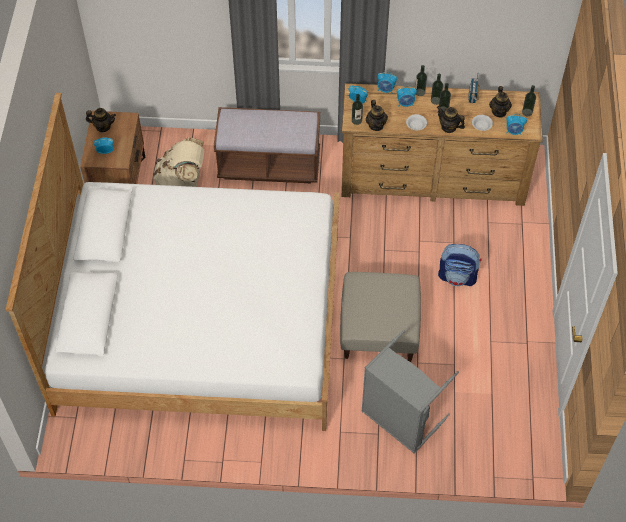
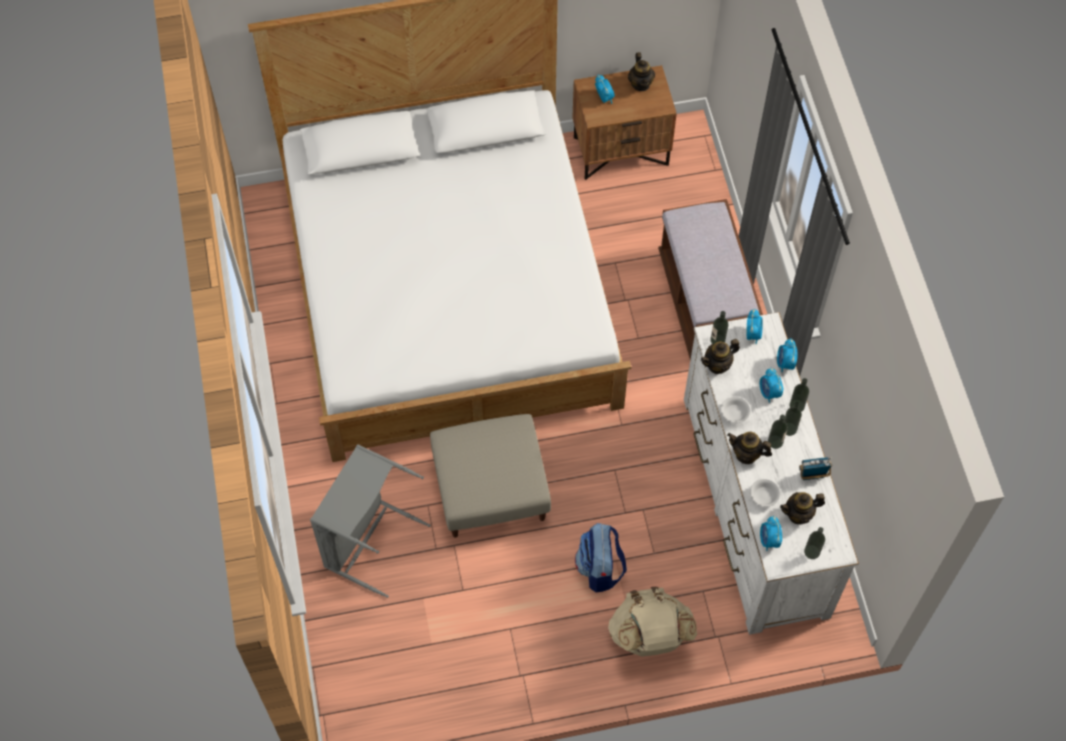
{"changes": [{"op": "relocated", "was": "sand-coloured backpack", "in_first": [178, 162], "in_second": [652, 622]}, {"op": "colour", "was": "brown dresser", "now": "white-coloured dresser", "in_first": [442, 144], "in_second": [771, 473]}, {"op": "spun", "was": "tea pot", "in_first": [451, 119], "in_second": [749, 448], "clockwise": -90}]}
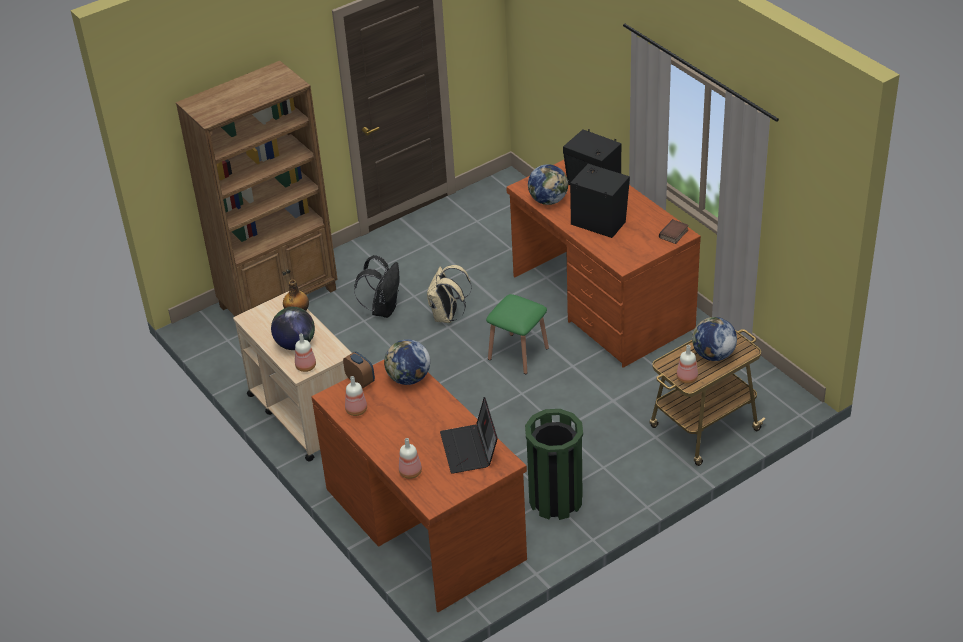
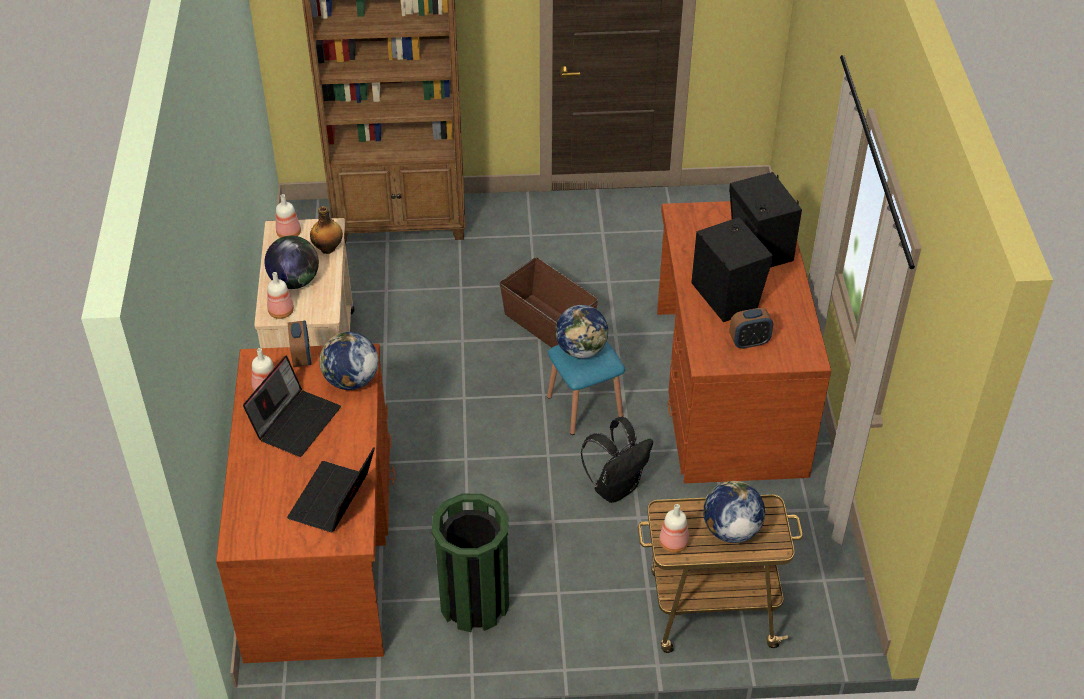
{"changes": [{"op": "relocated", "was": "blackish backpack", "in_first": [377, 286], "in_second": [617, 460]}, {"op": "relocated", "was": "beverage bottle", "in_first": [410, 458], "in_second": [288, 216]}, {"op": "exchanged", "was": "sand-coloured backpack", "now": "brown storage bin", "in_first": [449, 294], "in_second": [548, 302]}, {"op": "colour", "was": "green-coloured sitting stool", "now": "bluish sitting stool", "in_first": [517, 334], "in_second": [586, 388]}, {"op": "relocated", "was": "desk globe", "in_first": [548, 184], "in_second": [581, 331]}, {"op": "missing", "was": "bound book", "in_first": [674, 231]}, {"op": "appeared", "now": "portable computer", "in_second": [292, 406]}, {"op": "appeared", "now": "alarm clock", "in_second": [751, 328]}]}
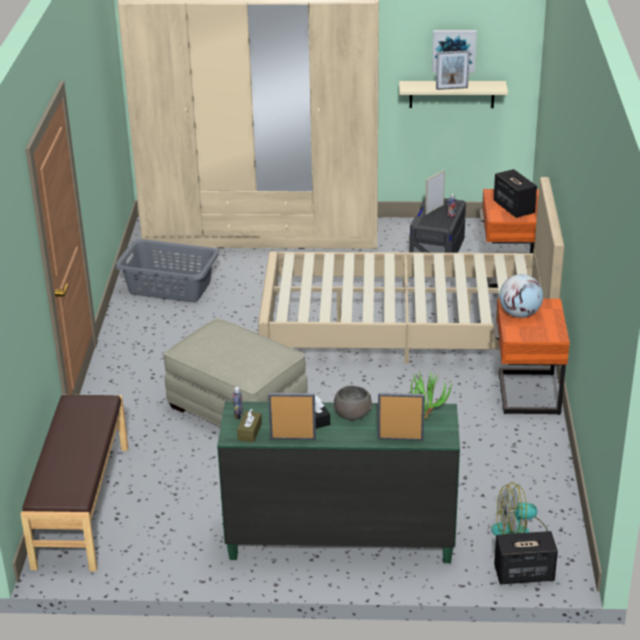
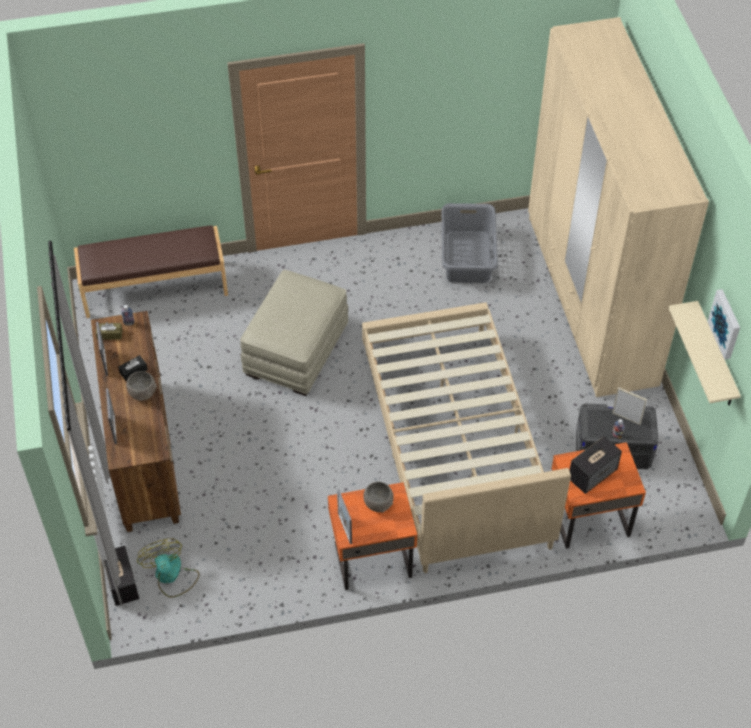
{"changes": [{"op": "colour", "was": "green-coloured dresser", "now": "brown dresser", "in_first": [338, 482], "in_second": [136, 421]}, {"op": "missing", "was": "potted plant", "in_first": [431, 395]}, {"op": "relocated", "was": "picture frame", "in_first": [453, 70], "in_second": [344, 516]}, {"op": "exchanged", "was": "desk globe", "now": "greyish serving bowl", "in_first": [521, 296], "in_second": [378, 497]}]}
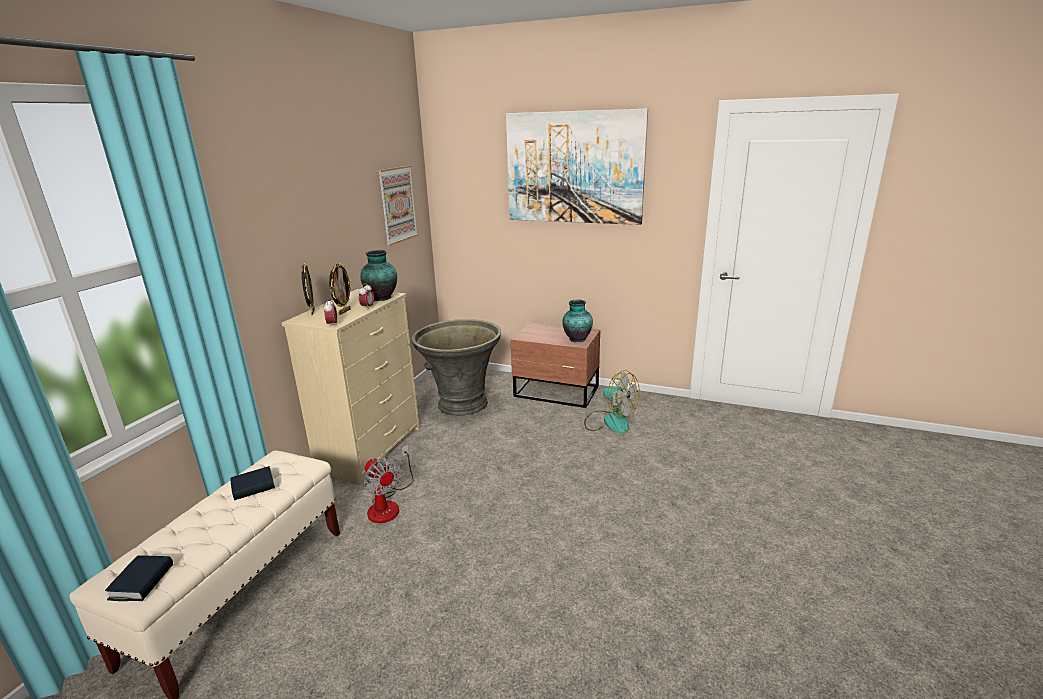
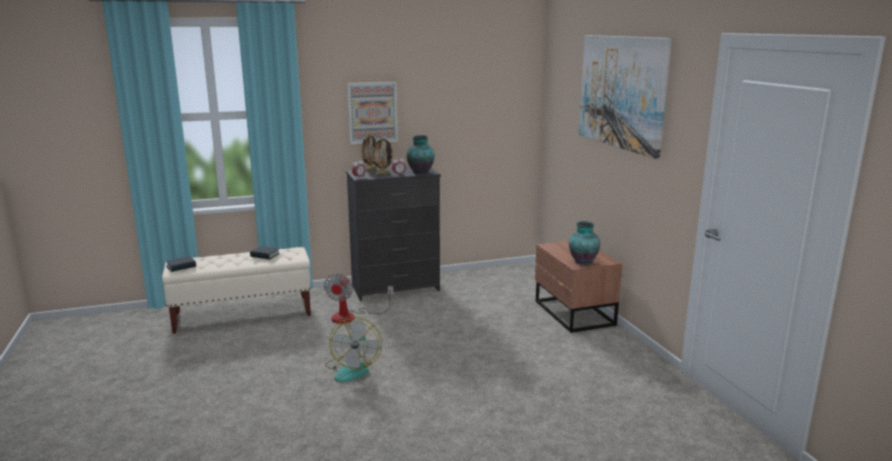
{"changes": [{"op": "colour", "was": "sand-coloured dresser", "now": "blackish dresser", "in_first": [351, 386], "in_second": [393, 233]}, {"op": "relocated", "was": "picture", "in_first": [398, 205], "in_second": [372, 112]}, {"op": "missing", "was": "greyish planter", "in_first": [456, 367]}, {"op": "relocated", "was": "cooling fan", "in_first": [612, 401], "in_second": [353, 349]}]}
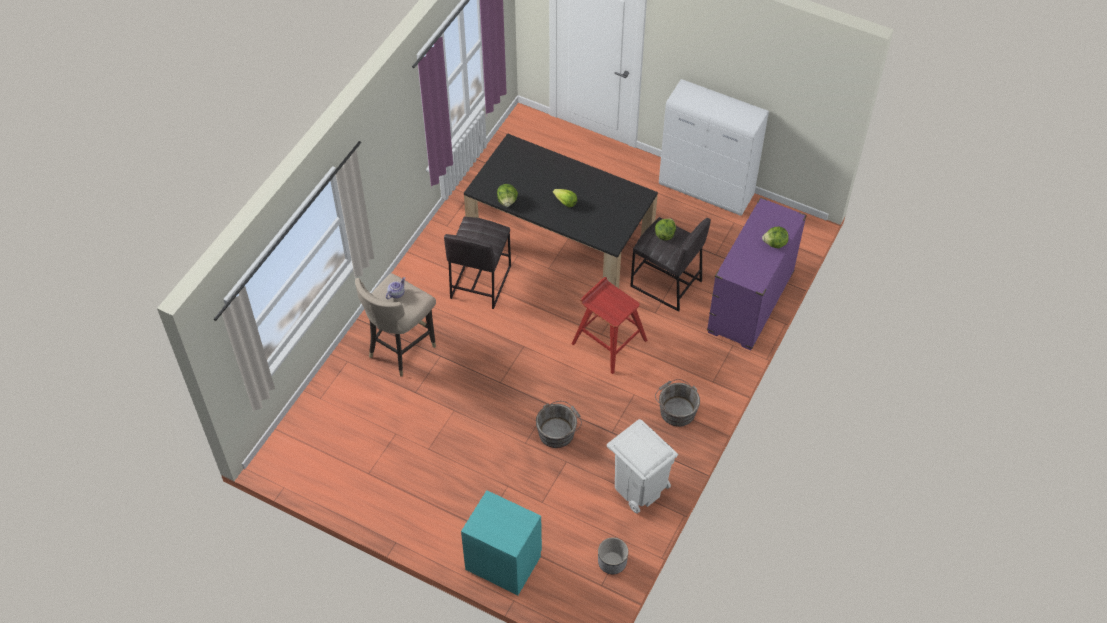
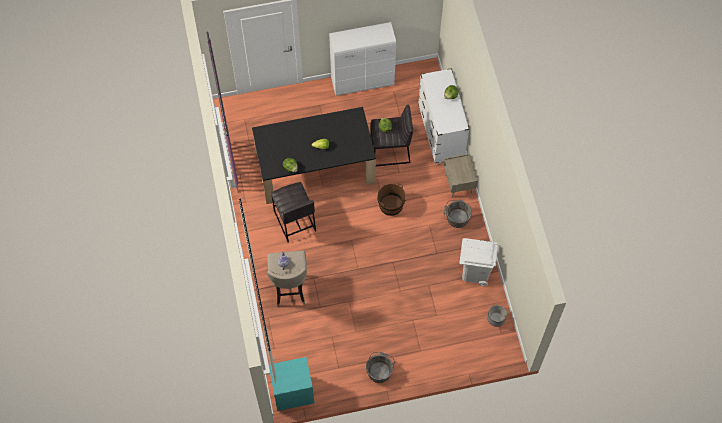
{"changes": [{"op": "relocated", "was": "turquoise-coloured night table", "in_first": [501, 542], "in_second": [291, 384]}, {"op": "relocated", "was": "greyish water bucket", "in_first": [559, 424], "in_second": [380, 367]}, {"op": "exchanged", "was": "reddish sitting stool", "now": "brown water bucket", "in_first": [609, 325], "in_second": [391, 199]}, {"op": "colour", "was": "purplish dresser", "now": "white-coloured dresser", "in_first": [757, 273], "in_second": [444, 116]}, {"op": "appeared", "now": "sand-coloured night table", "in_second": [461, 175]}]}
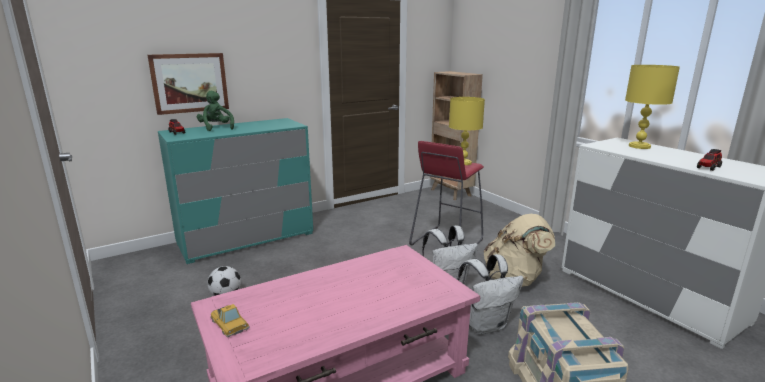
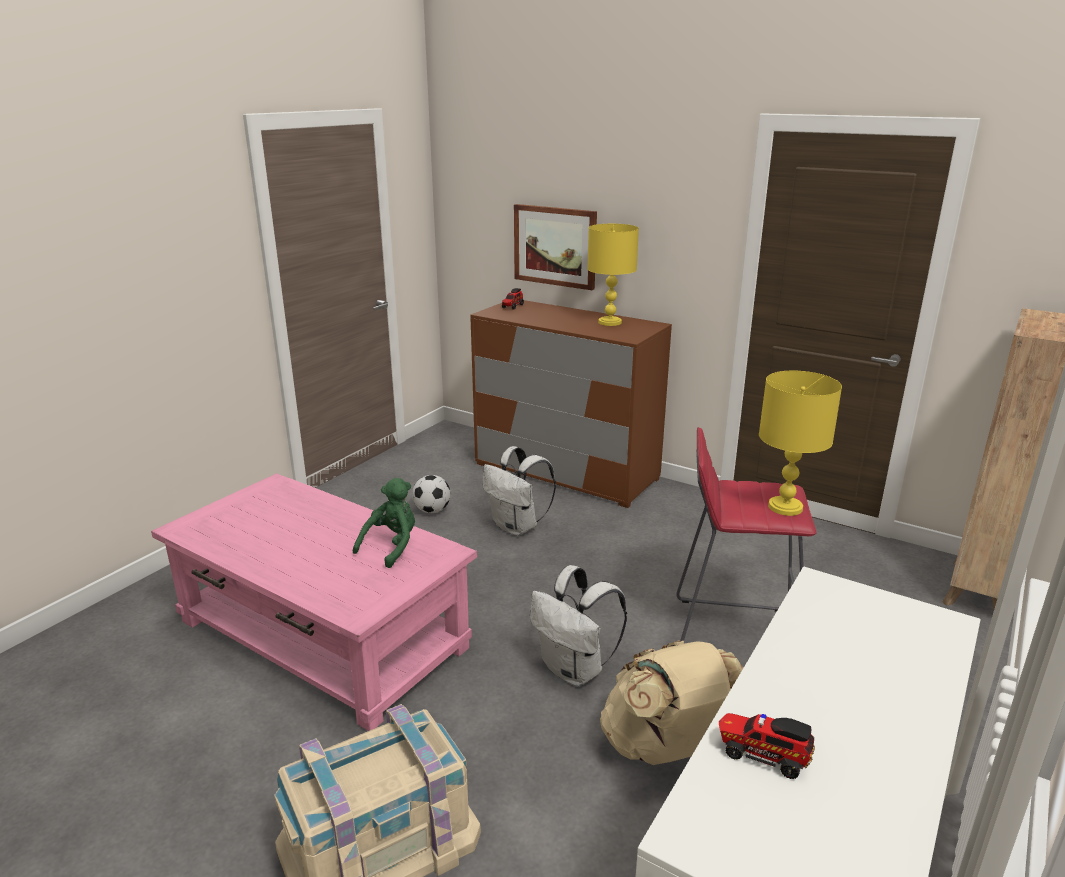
{"changes": [{"op": "colour", "was": "turquoise-coloured dresser", "now": "brown dresser", "in_first": [235, 191], "in_second": [571, 404]}, {"op": "relocated", "was": "green-coloured soft toy", "in_first": [215, 111], "in_second": [384, 523]}, {"op": "missing", "was": "model car", "in_first": [230, 320]}, {"op": "relocated", "was": "white-coloured backpack", "in_first": [490, 294], "in_second": [519, 491]}, {"op": "relocated", "was": "yellow lamp for a table", "in_first": [652, 107], "in_second": [613, 275]}]}
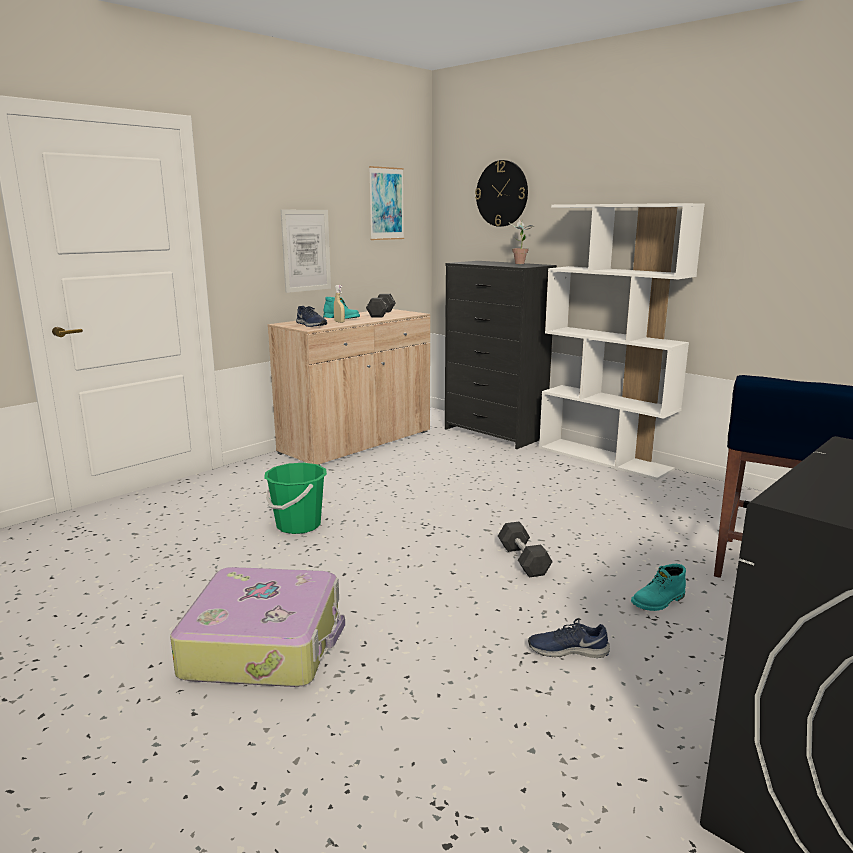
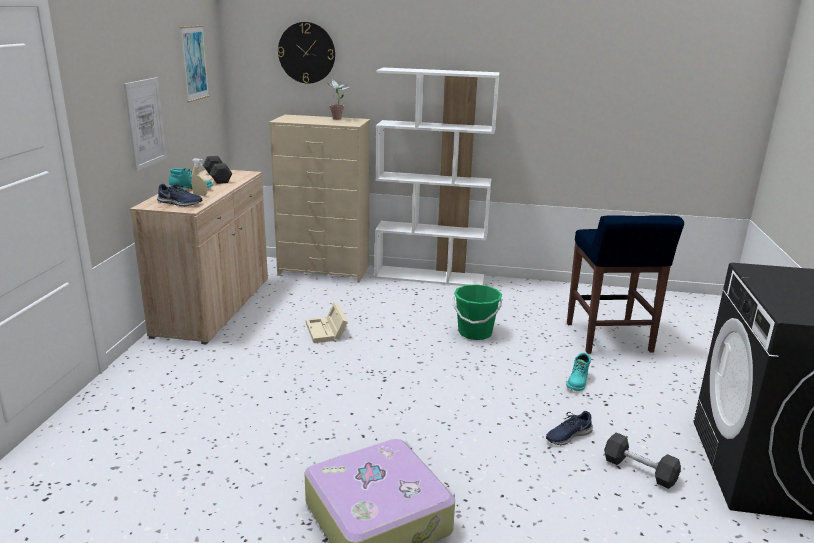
{"changes": [{"op": "relocated", "was": "green-coloured water bucket", "in_first": [295, 498], "in_second": [477, 312]}, {"op": "colour", "was": "blackish dresser", "now": "sand-coloured dresser", "in_first": [501, 355], "in_second": [319, 199]}, {"op": "relocated", "was": "blackish dumbbell", "in_first": [525, 549], "in_second": [642, 460]}, {"op": "appeared", "now": "sand-coloured storage bin", "in_second": [327, 322]}]}
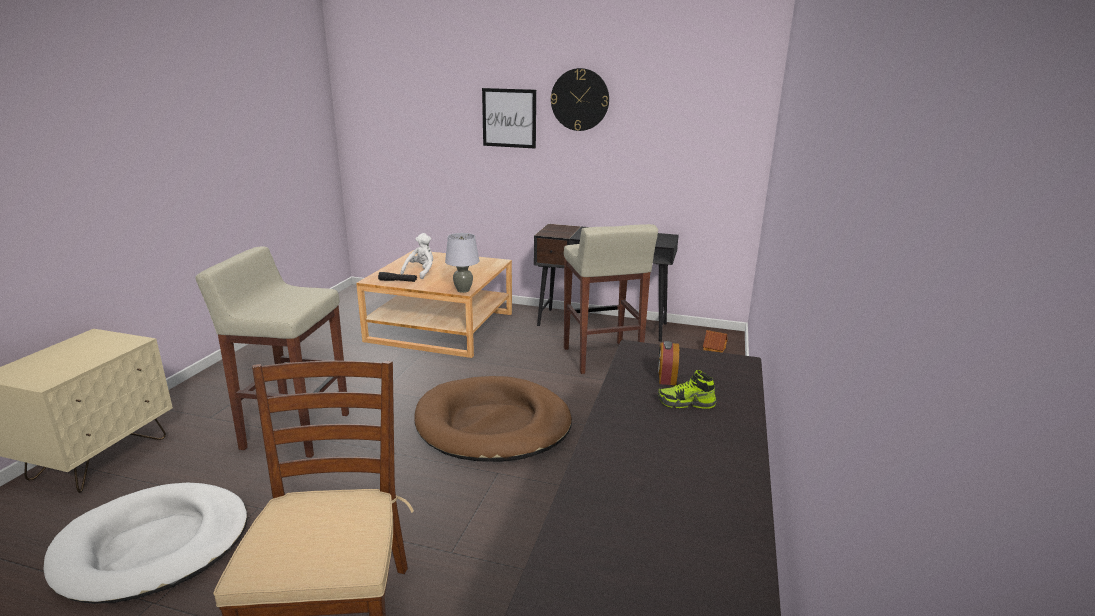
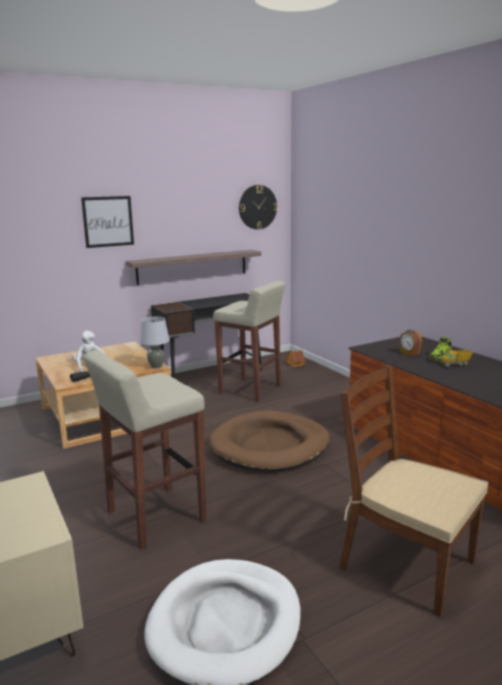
{"changes": [{"op": "relocated", "was": "hanging clock", "in_first": [580, 99], "in_second": [258, 207]}, {"op": "appeared", "now": "bracket shelf", "in_second": [193, 267]}, {"op": "appeared", "now": "toy truck", "in_second": [456, 358]}]}
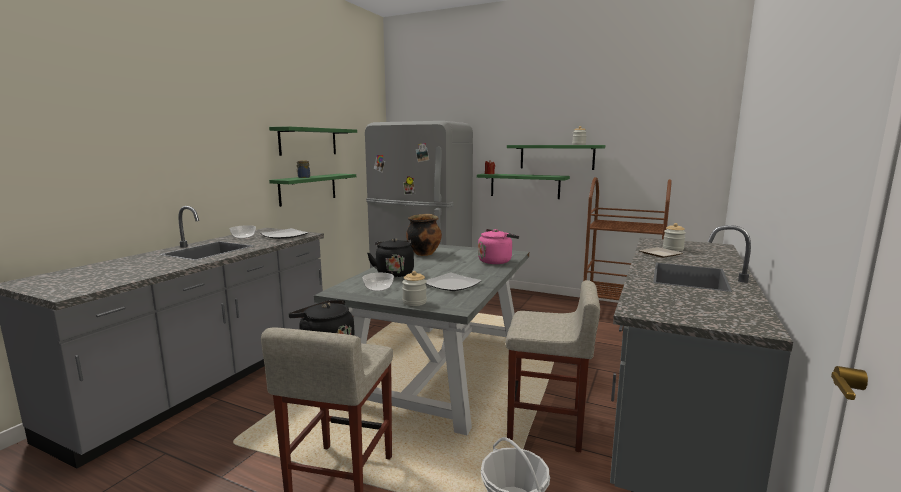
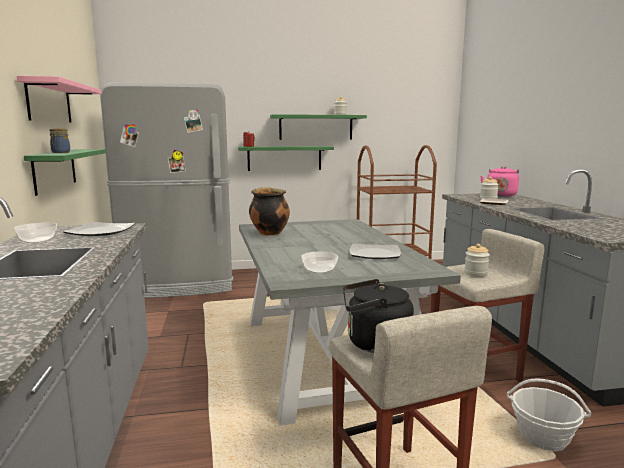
{"changes": [{"op": "colour", "was": "green-coloured bracket shelf", "now": "pinkish bracket shelf", "in_first": [313, 141], "in_second": [59, 99]}, {"op": "missing", "was": "blackish tea kettle", "in_first": [390, 257]}, {"op": "relocated", "was": "jar", "in_first": [414, 288], "in_second": [477, 260]}, {"op": "relocated", "was": "pinkish tea kettle", "in_first": [498, 246], "in_second": [499, 181]}]}
